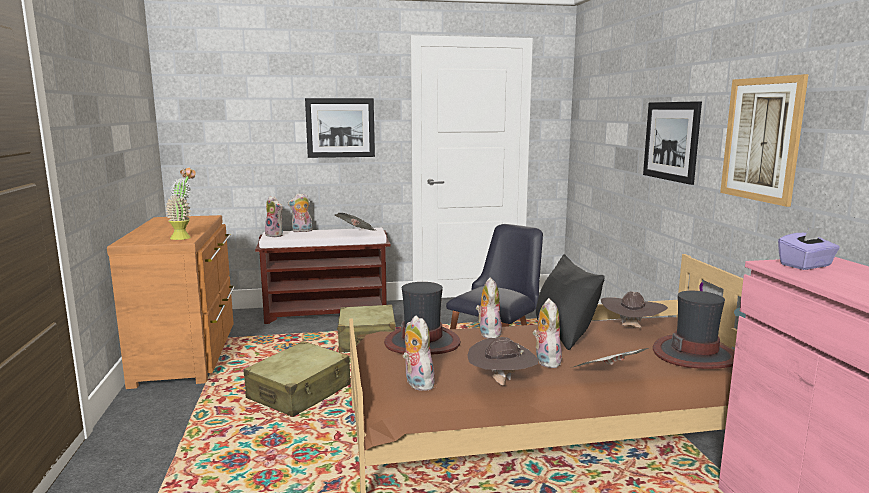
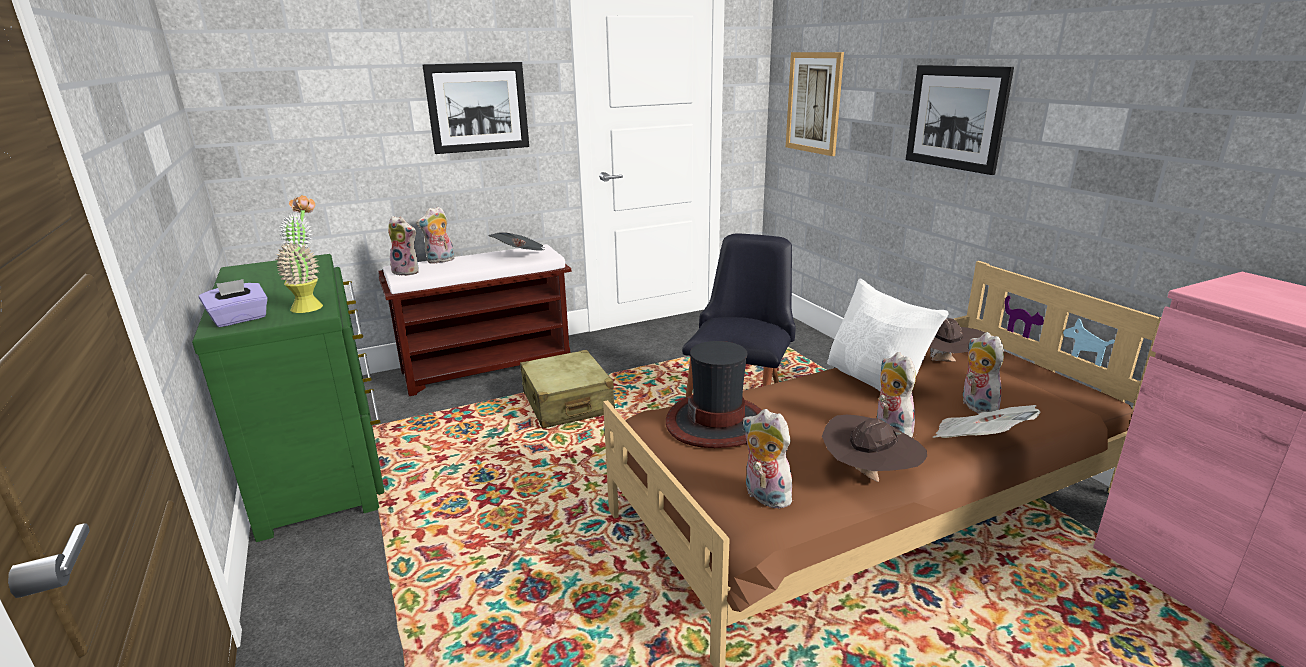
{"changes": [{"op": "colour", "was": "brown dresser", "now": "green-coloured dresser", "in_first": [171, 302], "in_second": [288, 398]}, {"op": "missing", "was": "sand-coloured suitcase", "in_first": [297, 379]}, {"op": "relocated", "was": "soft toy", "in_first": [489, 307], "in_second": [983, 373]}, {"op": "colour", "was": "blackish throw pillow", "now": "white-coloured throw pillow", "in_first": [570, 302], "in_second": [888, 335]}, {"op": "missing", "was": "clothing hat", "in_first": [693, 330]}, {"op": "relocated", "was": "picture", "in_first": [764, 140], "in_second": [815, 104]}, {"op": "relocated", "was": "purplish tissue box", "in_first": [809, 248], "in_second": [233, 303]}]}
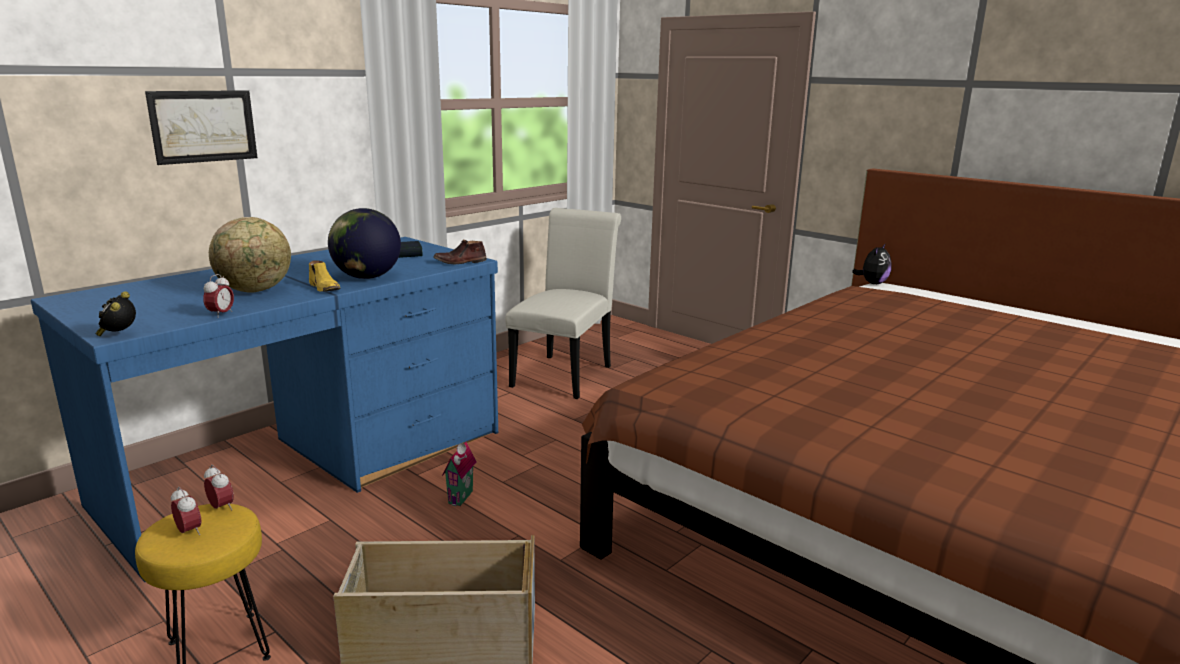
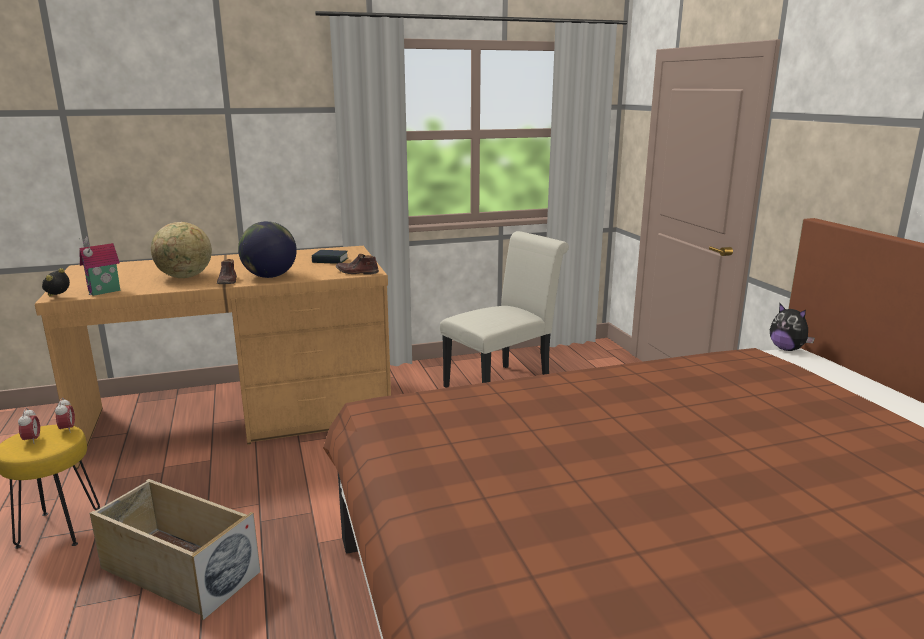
{"changes": [{"op": "colour", "was": "bluish desk unit", "now": "brown desk unit", "in_first": [264, 409], "in_second": [213, 358]}, {"op": "missing", "was": "picture", "in_first": [201, 127]}, {"op": "missing", "was": "alarm clock", "in_first": [218, 296]}, {"op": "colour", "was": "yellow item of footwear", "now": "brown item of footwear", "in_first": [324, 276], "in_second": [227, 271]}, {"op": "relocated", "was": "toy house", "in_first": [459, 474], "in_second": [99, 266]}, {"op": "spun", "was": "soft toy", "in_first": [872, 263], "in_second": [792, 327], "clockwise": 75}]}
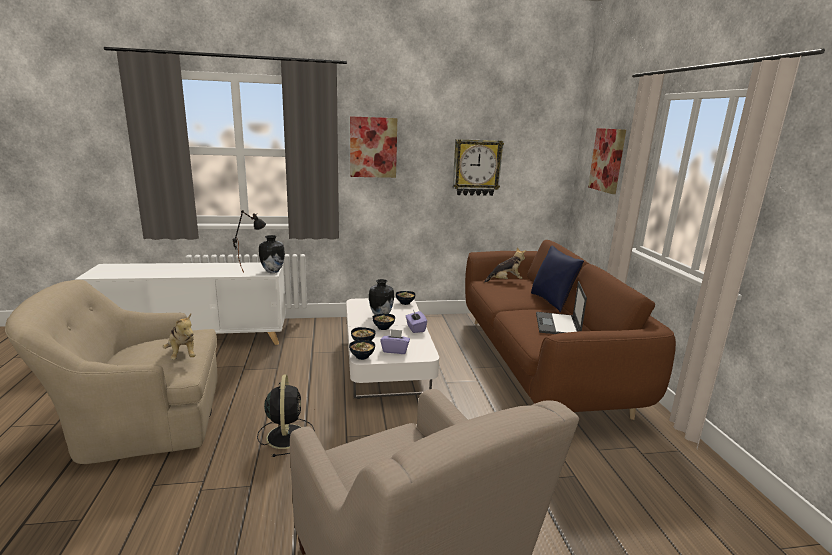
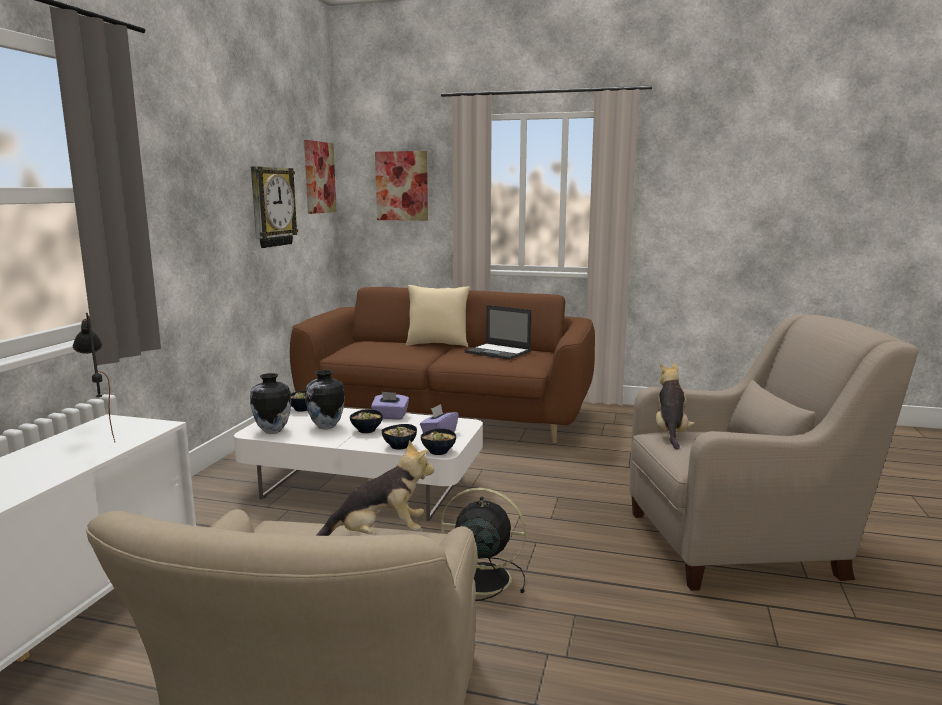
{"changes": [{"op": "relocated", "was": "vase", "in_first": [272, 254], "in_second": [270, 403]}, {"op": "relocated", "was": "picture", "in_first": [373, 147], "in_second": [320, 177]}, {"op": "relocated", "was": "soft toy", "in_first": [505, 265], "in_second": [675, 406]}, {"op": "colour", "was": "bluish throw pillow", "now": "sand-coloured throw pillow", "in_first": [557, 278], "in_second": [438, 316]}]}
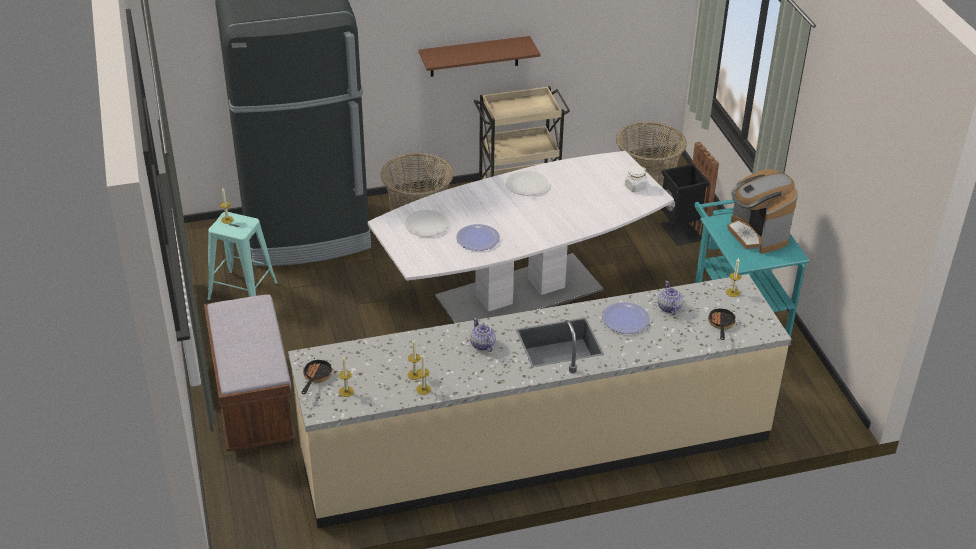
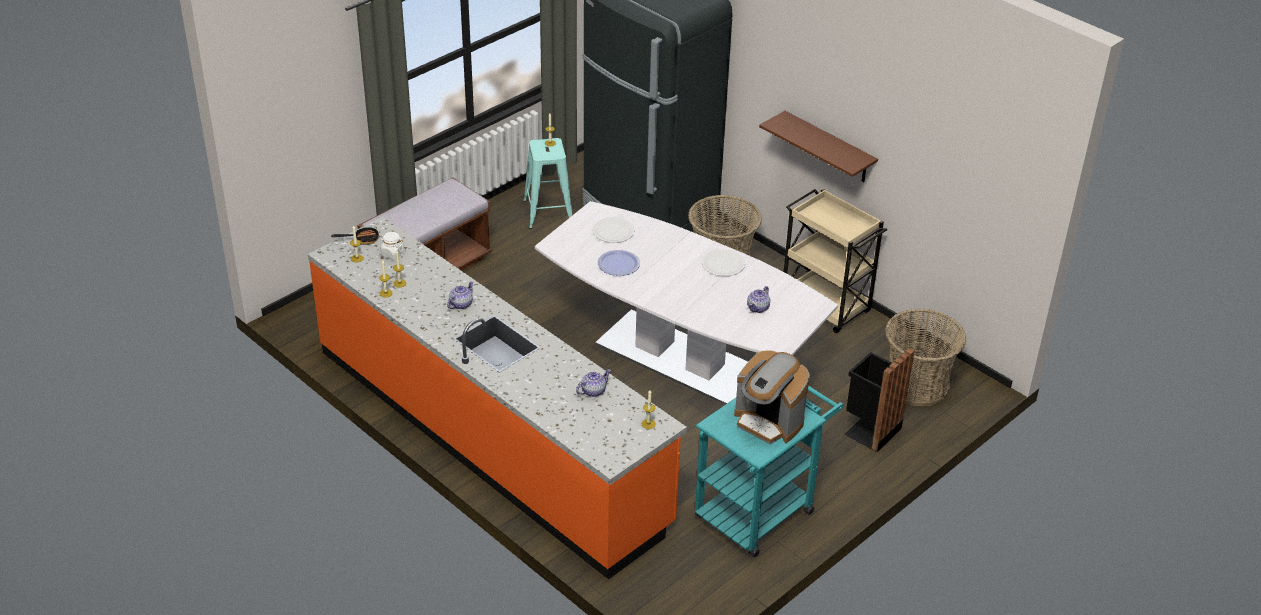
{"changes": [{"op": "colour", "was": "sand-coloured kitchen counter", "now": "orange-coloured kitchen counter", "in_first": [539, 401], "in_second": [497, 397]}, {"op": "missing", "was": "plate", "in_first": [626, 318]}, {"op": "relocated", "was": "white-coloured jar", "in_first": [636, 179], "in_second": [392, 246]}, {"op": "missing", "was": "frying pan", "in_first": [722, 323]}, {"op": "spun", "was": "coffee maker", "in_first": [762, 211], "in_second": [772, 397], "clockwise": -90}, {"op": "appeared", "now": "tea pot", "in_second": [758, 299]}]}
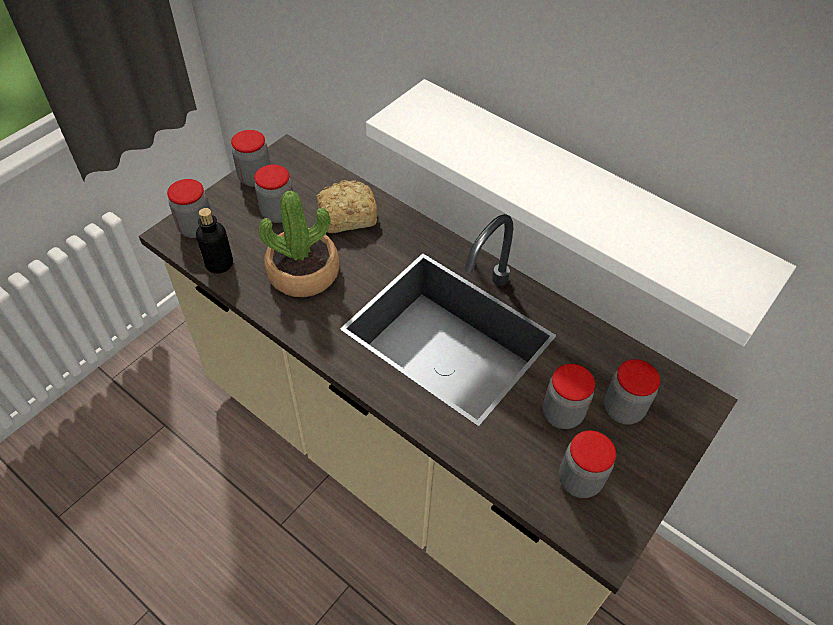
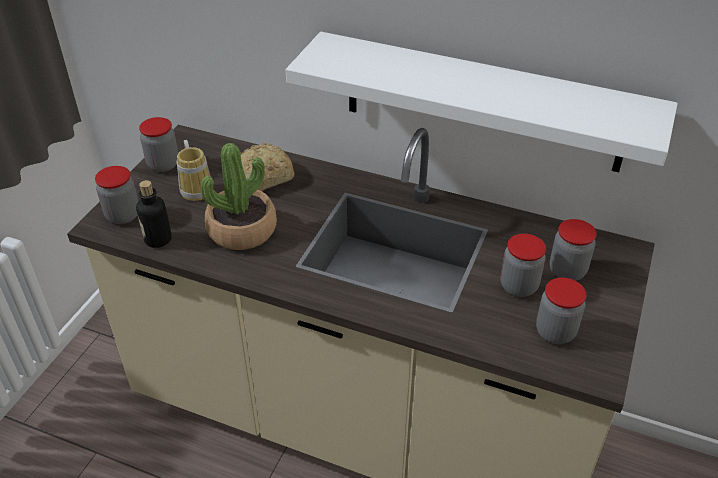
{"changes": [{"op": "exchanged", "was": "jar", "now": "tea mug", "in_first": [273, 193], "in_second": [194, 170]}]}
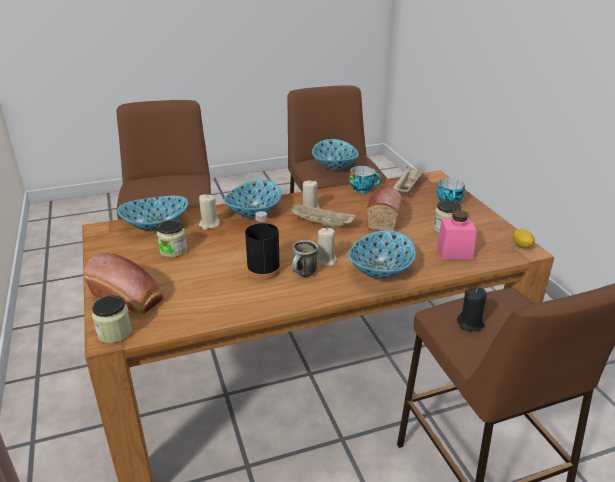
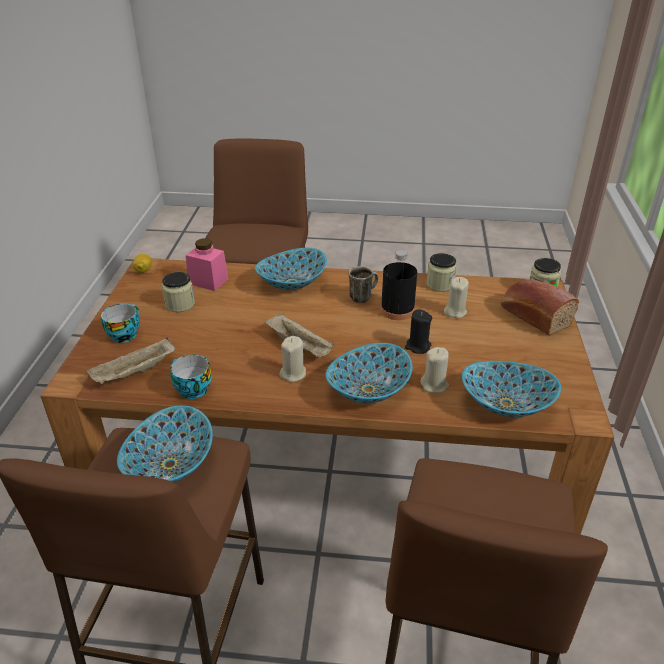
{"changes": [{"op": "relocated", "was": "jar", "in_first": [172, 239], "in_second": [441, 272]}, {"op": "relocated", "was": "sand-coloured wax light", "in_first": [327, 247], "in_second": [456, 297]}, {"op": "missing", "was": "bakery bread", "in_first": [384, 209]}, {"op": "relocated", "was": "blackish wax light", "in_first": [472, 309], "in_second": [418, 331]}]}
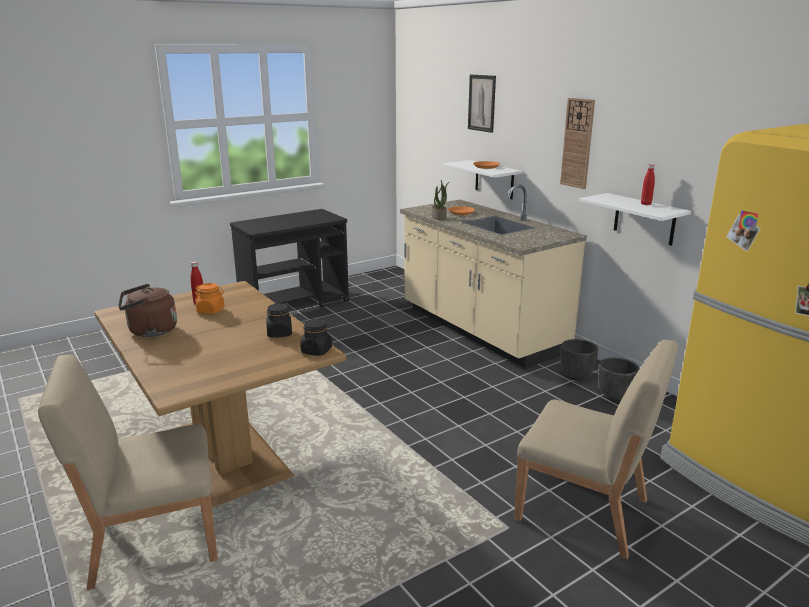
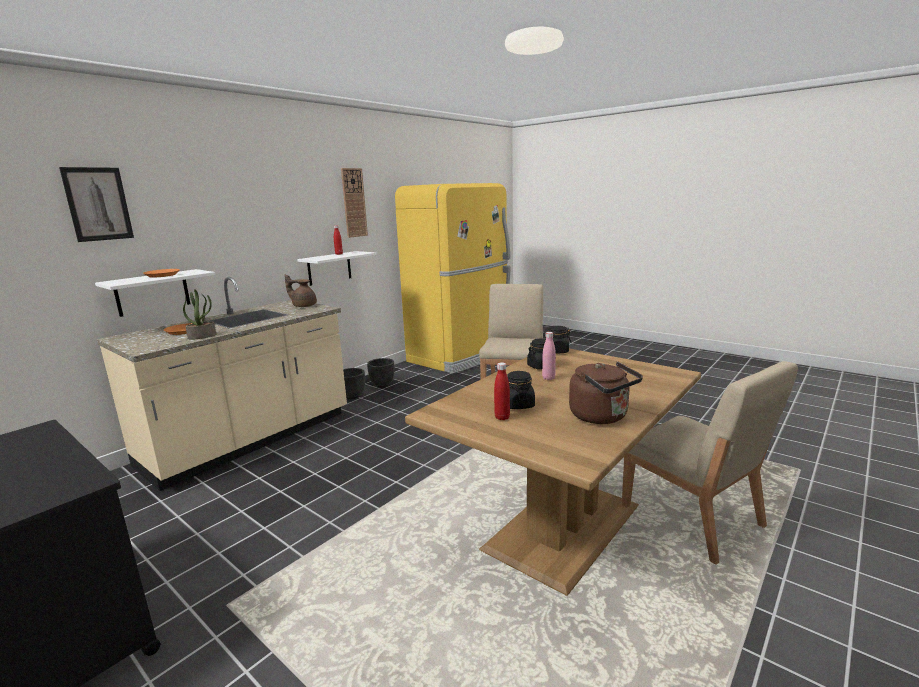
{"changes": [{"op": "colour", "was": "orange-coloured jar", "now": "blackish jar", "in_first": [210, 298], "in_second": [521, 390]}, {"op": "relocated", "was": "hanging clock", "in_first": [577, 143], "in_second": [354, 203]}, {"op": "appeared", "now": "brown tea pot", "in_second": [301, 290]}, {"op": "appeared", "now": "pinkish beverage bottle", "in_second": [549, 356]}]}
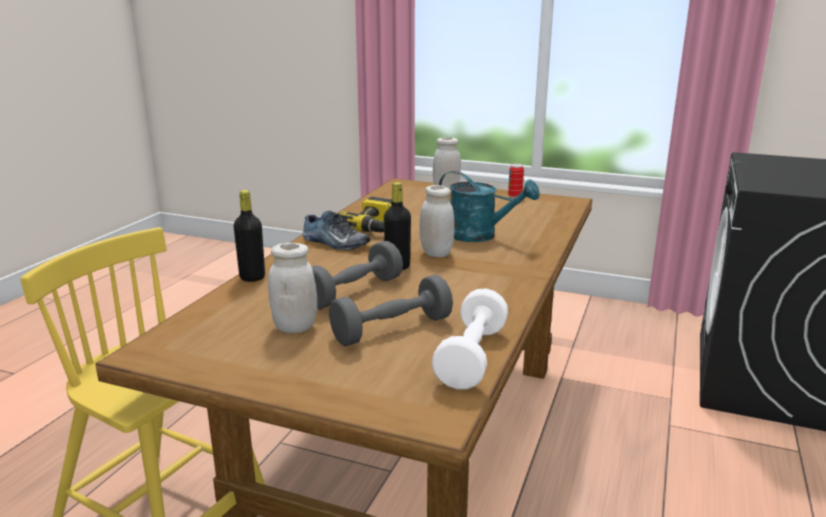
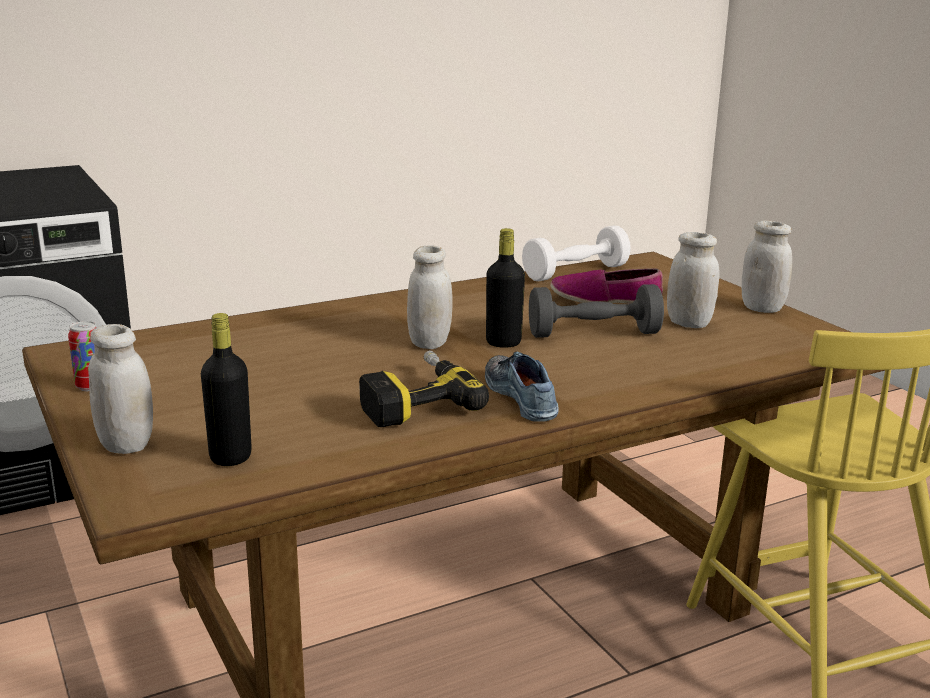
{"changes": [{"op": "relocated", "was": "blackish beverage bottle", "in_first": [249, 236], "in_second": [226, 389]}, {"op": "exchanged", "was": "greyish dumbbell", "now": "item of footwear", "in_first": [391, 310], "in_second": [607, 286]}, {"op": "missing", "was": "turquoise-coloured watering can", "in_first": [489, 206]}, {"op": "appeared", "now": "white-coloured jar", "in_second": [767, 266]}]}
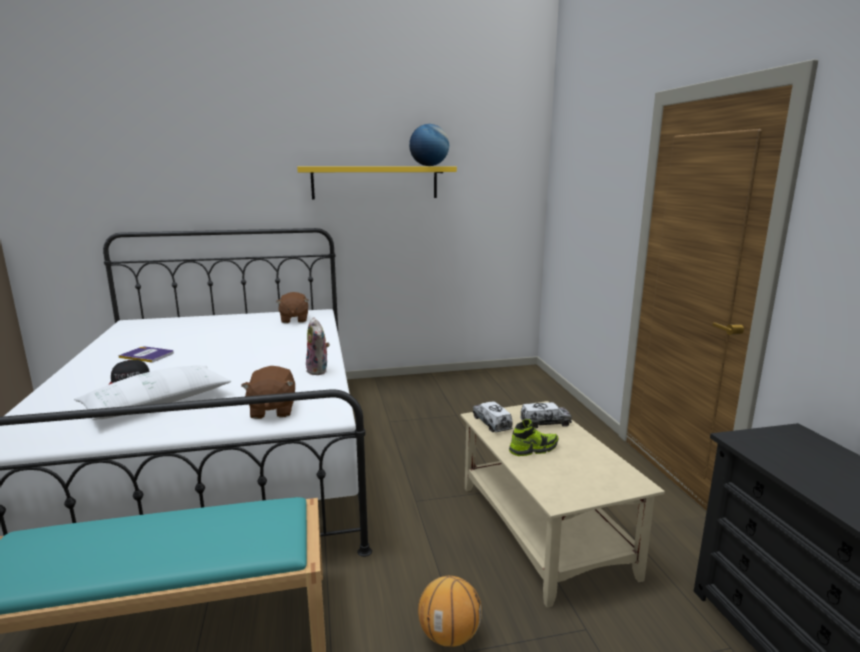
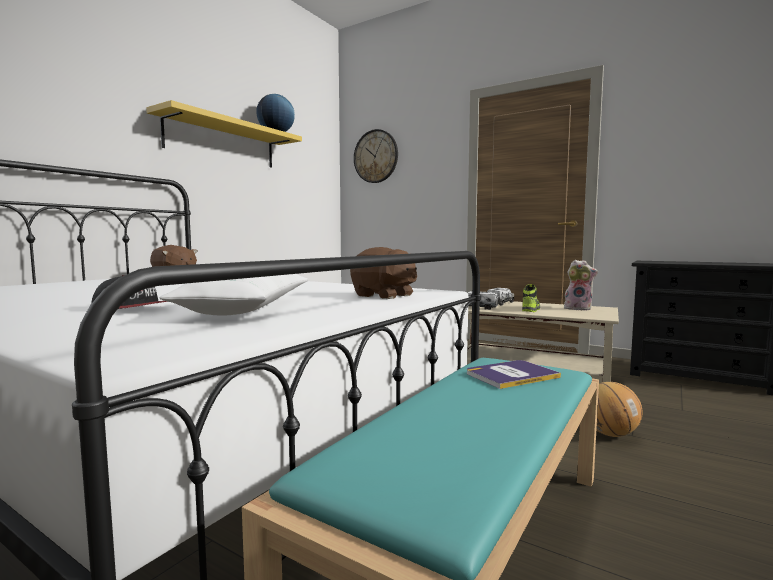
{"changes": [{"op": "relocated", "was": "bound book", "in_first": [146, 355], "in_second": [514, 374]}, {"op": "relocated", "was": "soft toy", "in_first": [318, 346], "in_second": [581, 285]}, {"op": "appeared", "now": "hanging clock", "in_second": [376, 156]}]}
